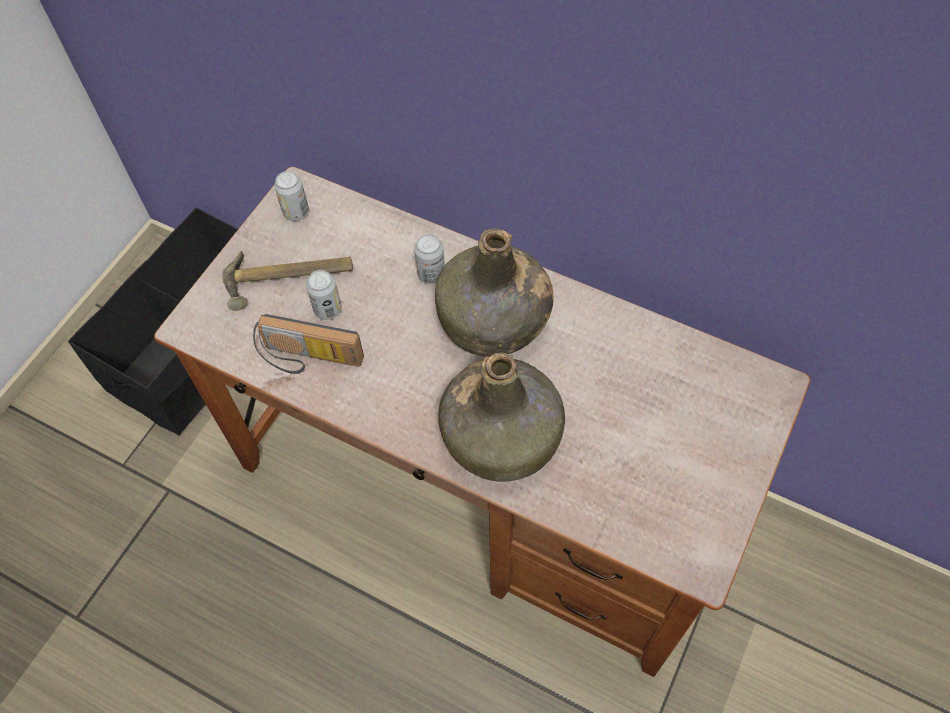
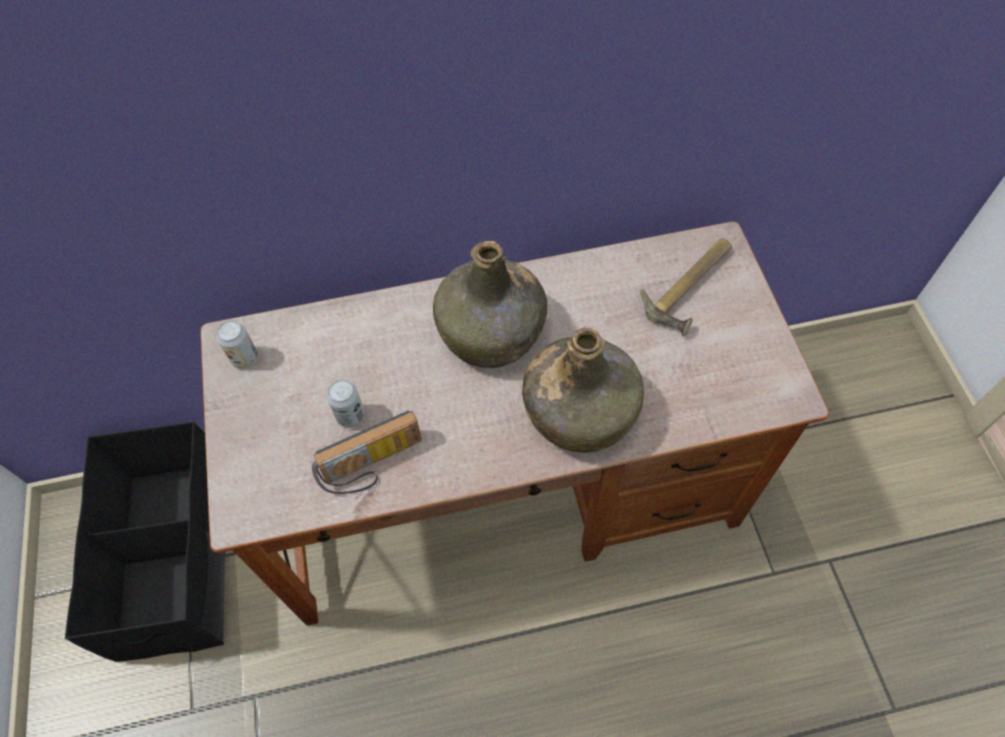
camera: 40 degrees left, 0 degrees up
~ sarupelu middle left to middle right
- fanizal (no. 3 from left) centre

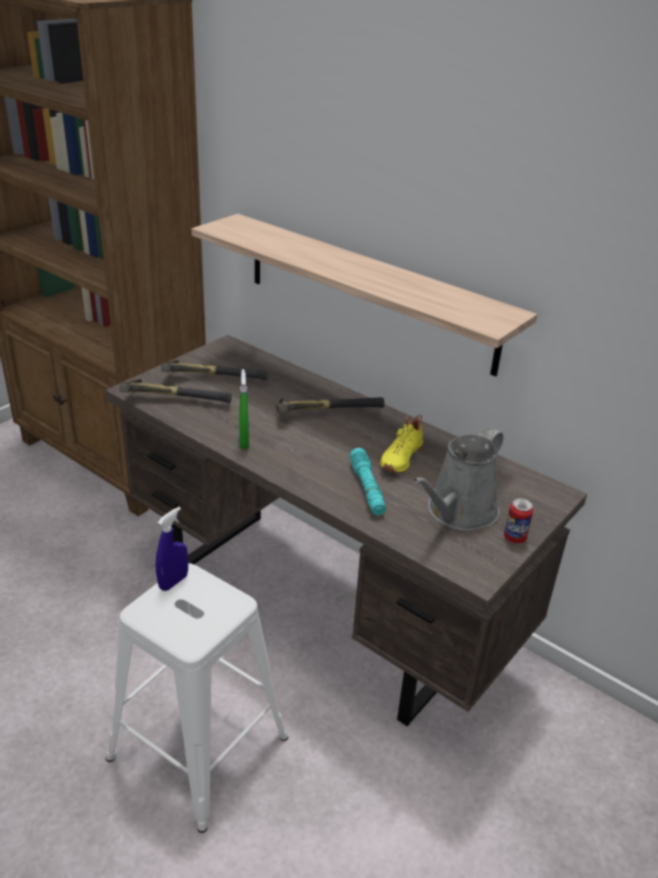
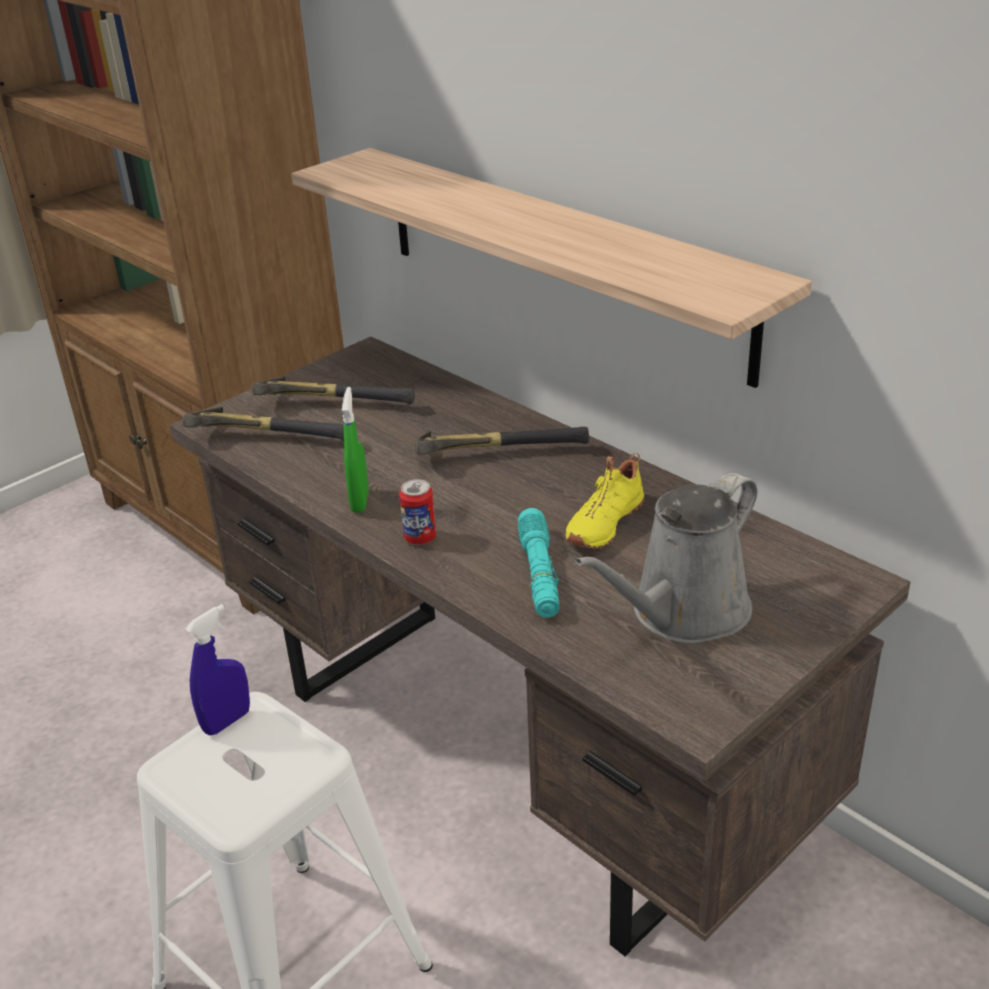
camera: 10 degrees right, 0 degrees up
~ fanizal middle right to centre

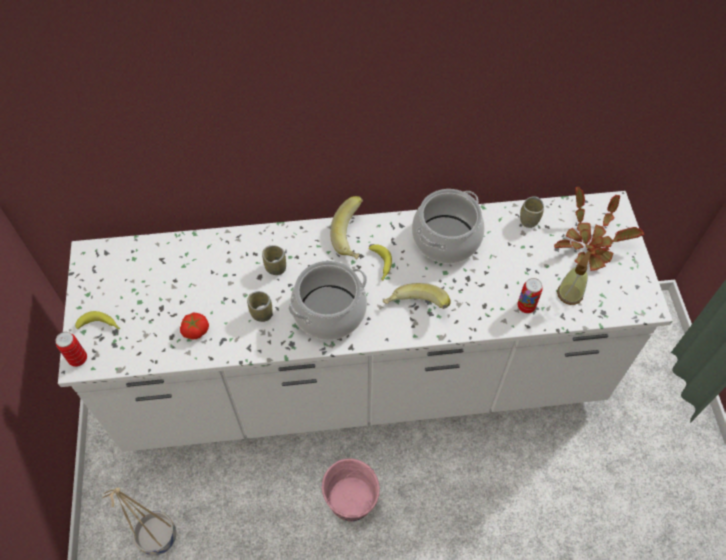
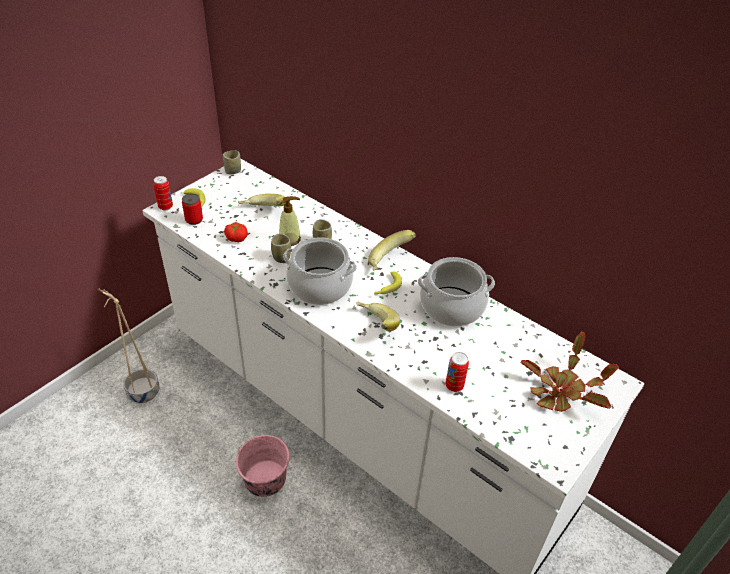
camera: 45 degrees right, 15 degrees down
~ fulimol (no. 3 from left in the first image) middle right to fulimol (no. 1 from left) top left
~ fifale middle right to centre
+ fanizal (no. 2 from left) middle left
+ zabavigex (no. 2 from left) centre

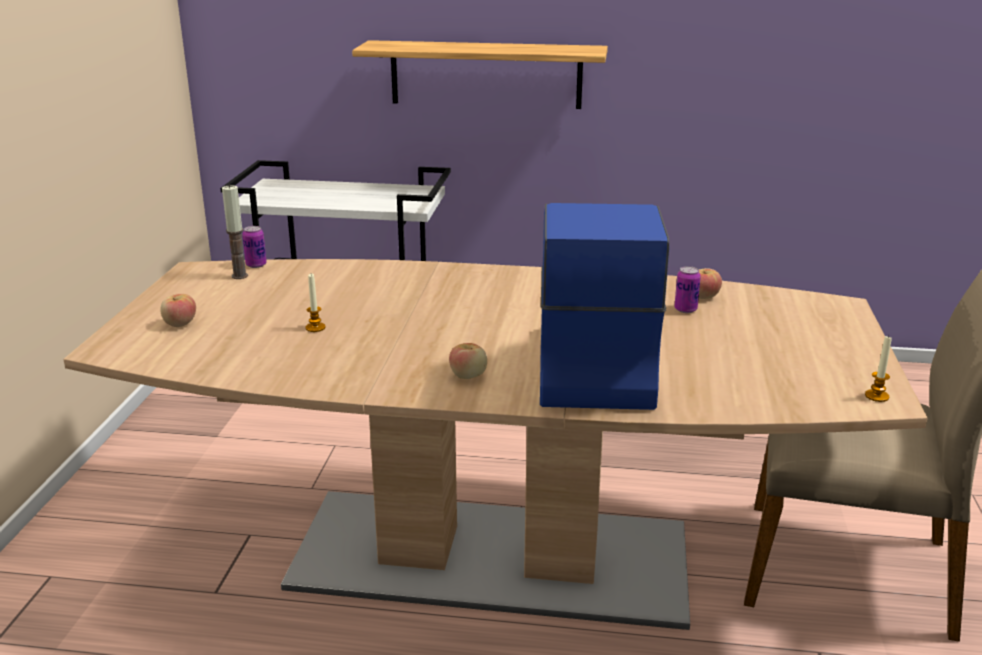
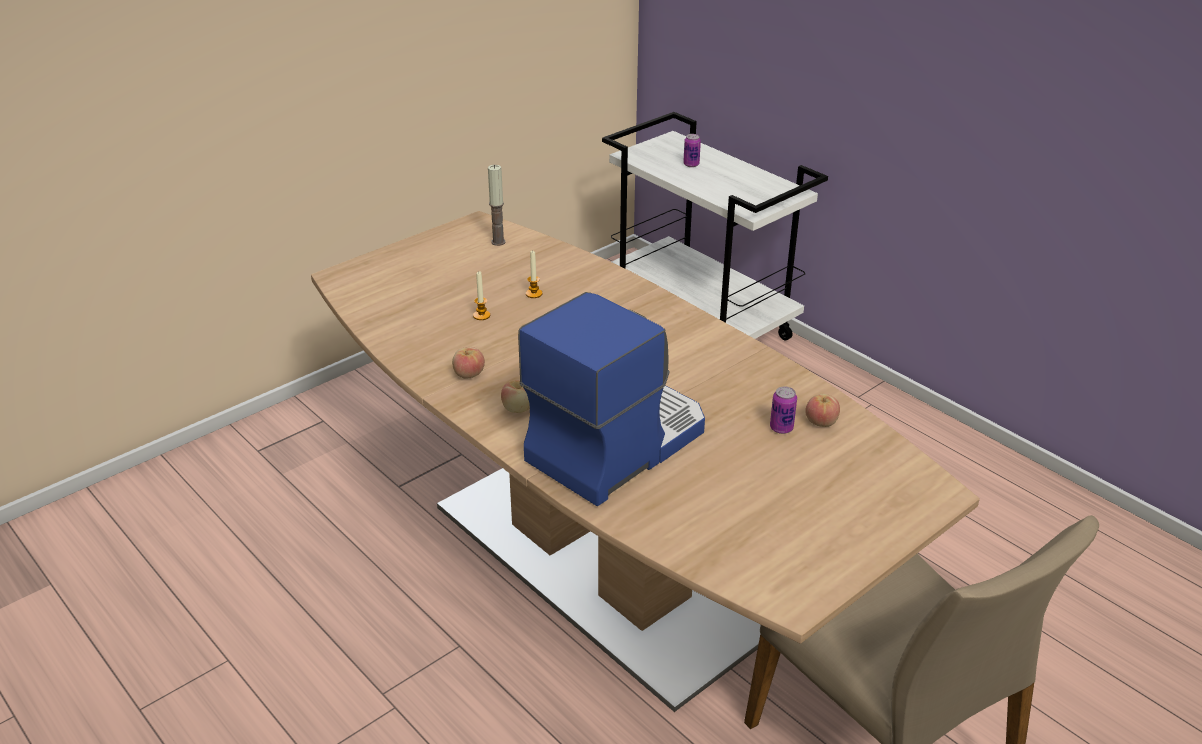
camera: 40 degrees right, 10 degrees up
~ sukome (no. 1 from left) middle left to centre
~ fanizal (no. 1 from left) middle left to top centre
- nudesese top centre
~ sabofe (no. 3 from left) middle right to centre

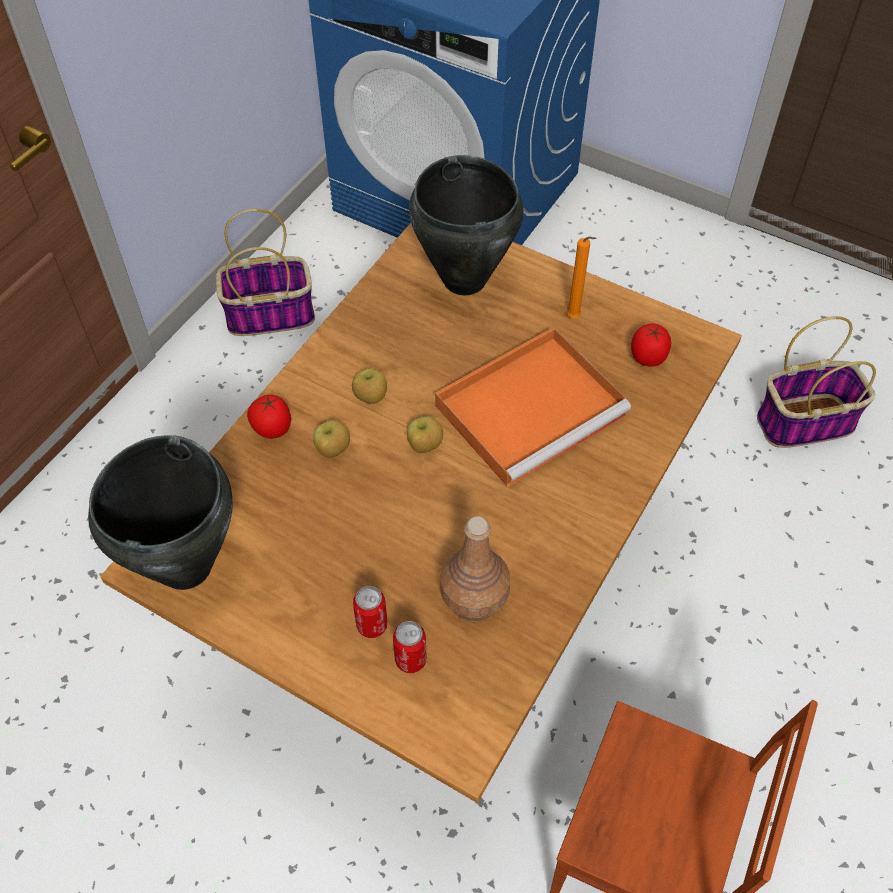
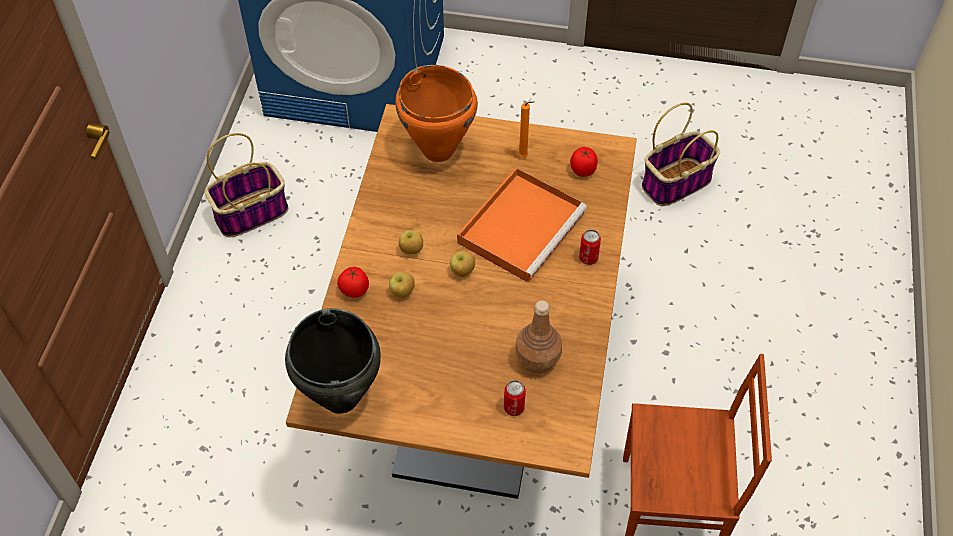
camera: 20 degrees left, 0 degrees up
~ fanizal (no. 1 from left in the first image) bottom centre to fanizal (no. 2 from left) centre
~ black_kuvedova (no. 2 from left) top centre to orange_kuvedova top centre

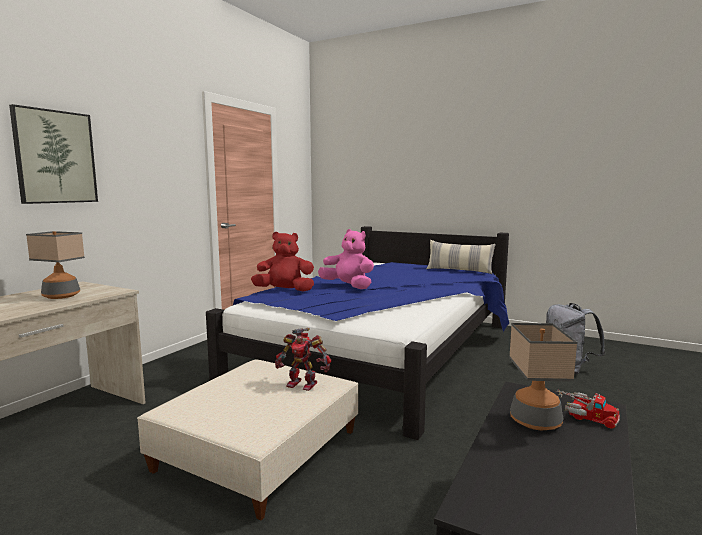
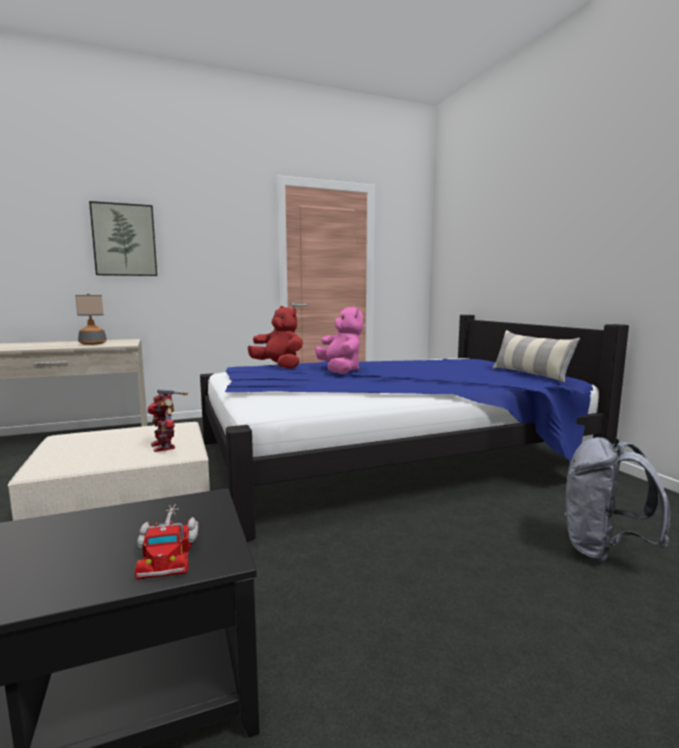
camera: 40 degrees right, 0 degrees up
- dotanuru (no. 2 from left) bottom right

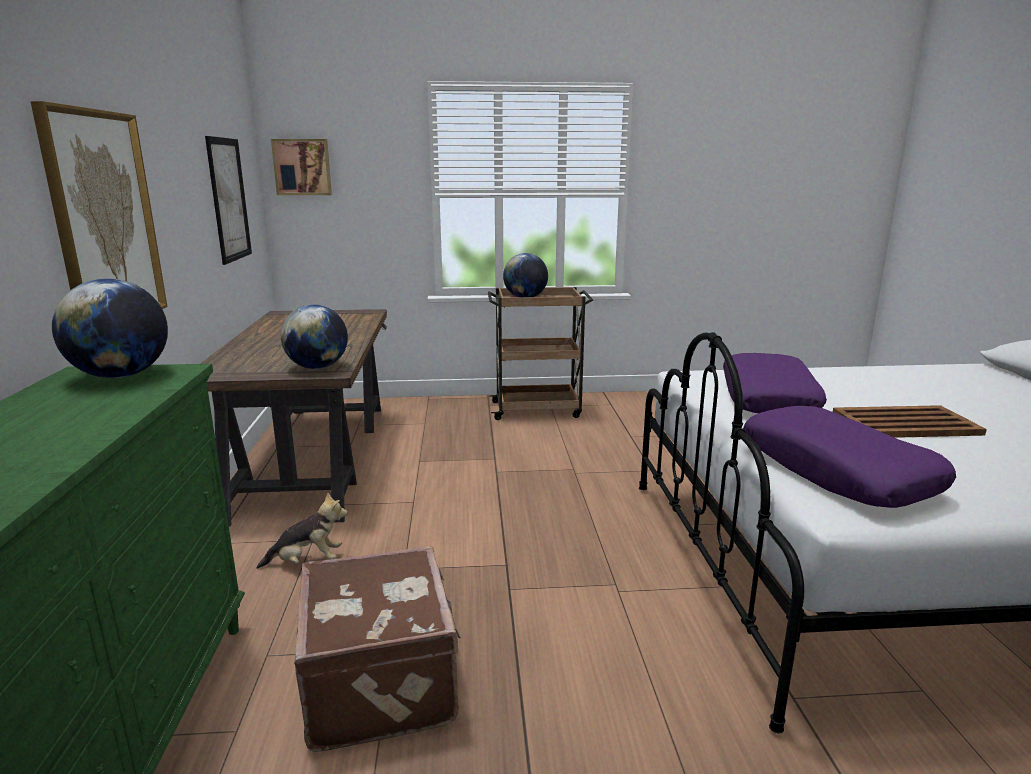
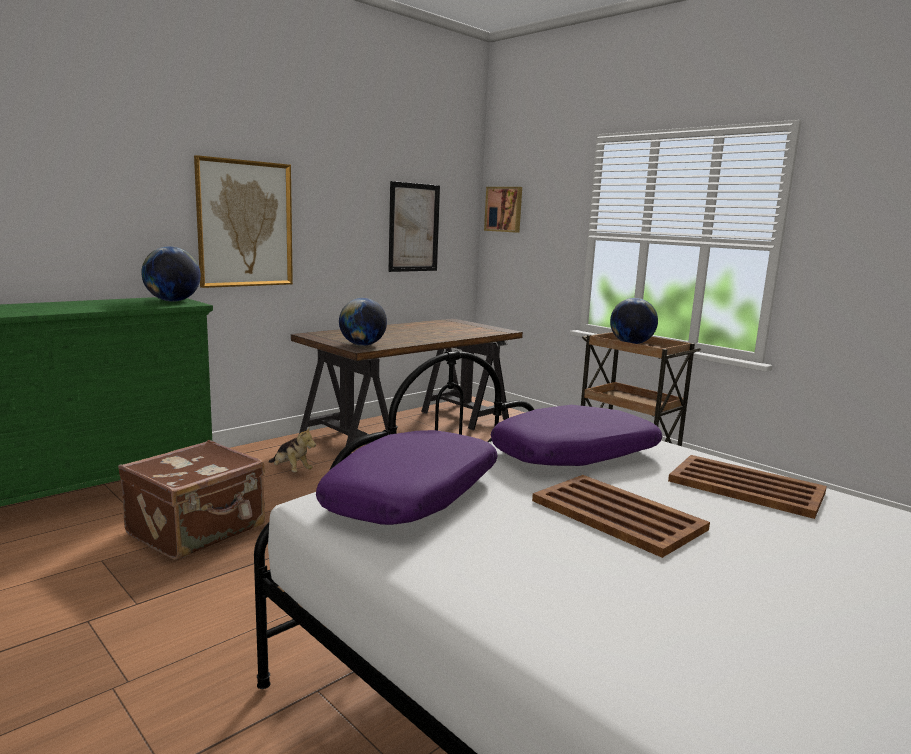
camera: 50 degrees right, 5 degrees down
+ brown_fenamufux (no. 2 from left) middle right

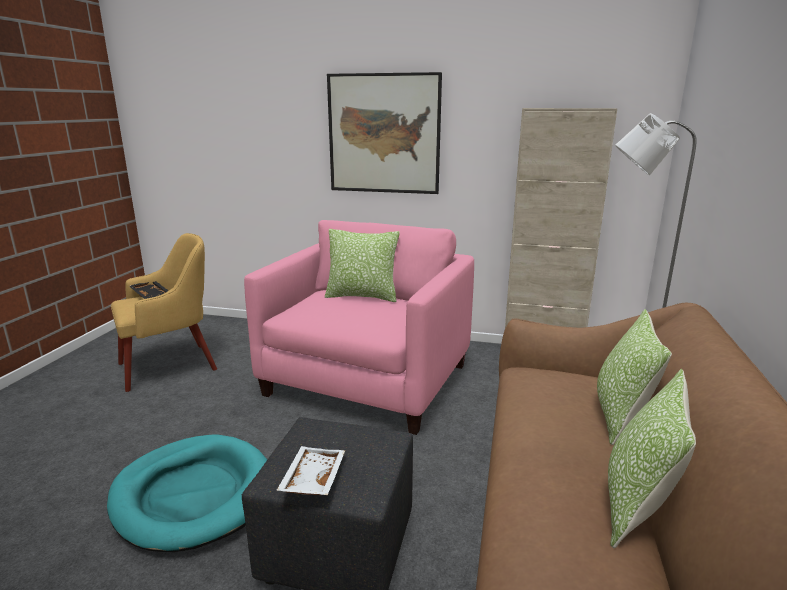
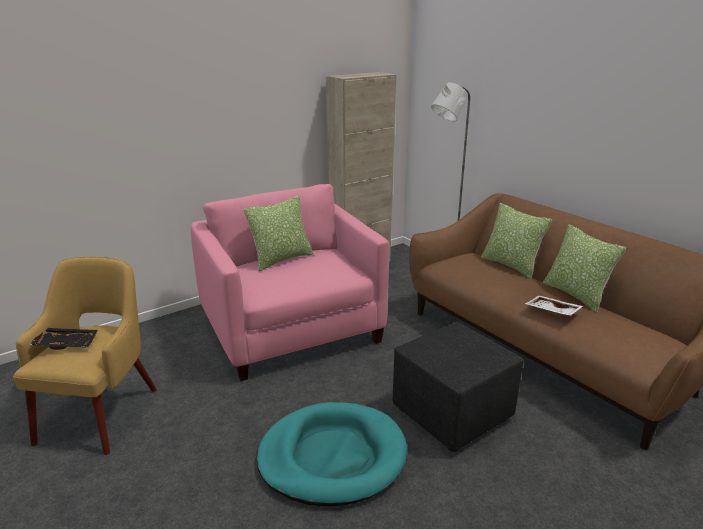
camera: 50 degrees left, 5 degrees up
~ white_fenamufux bottom centre to middle right
- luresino top centre

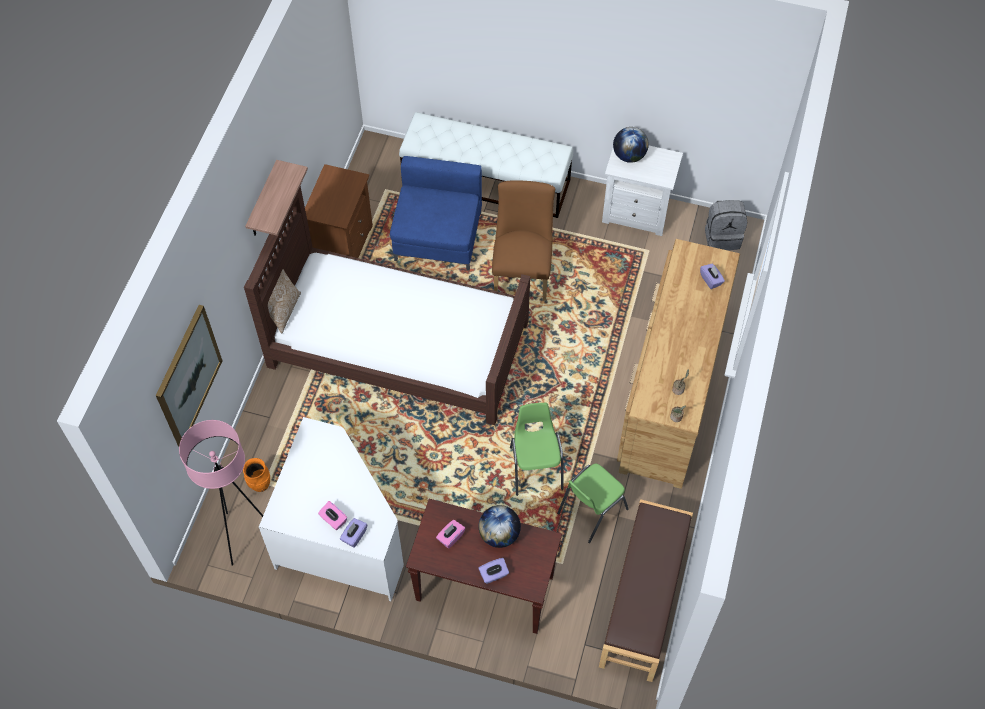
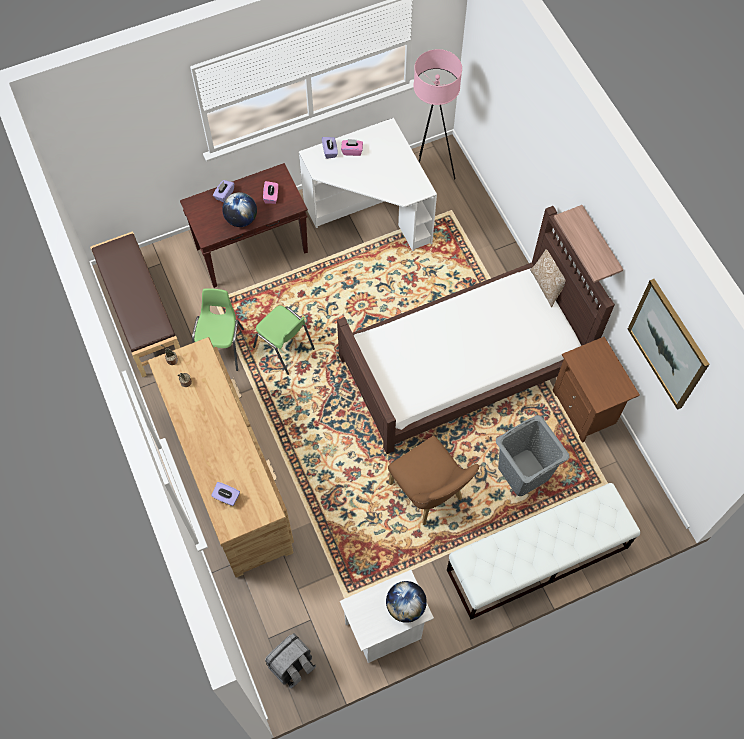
camera: 140 degrees right, 5 degrees up
~ luresino middle left to middle right
- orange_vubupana bottom left
~ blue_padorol top centre to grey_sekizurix middle right

